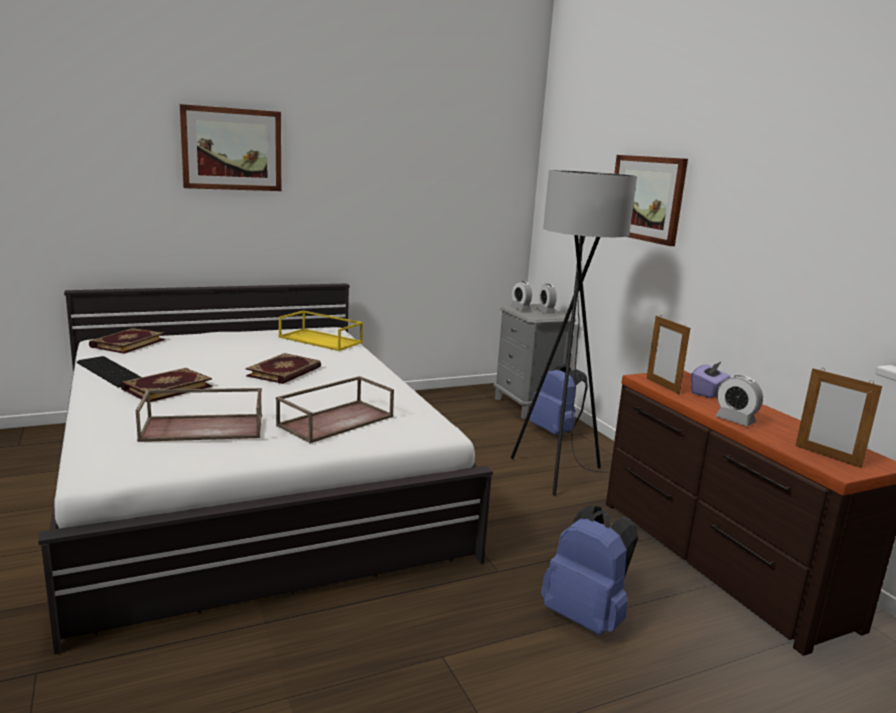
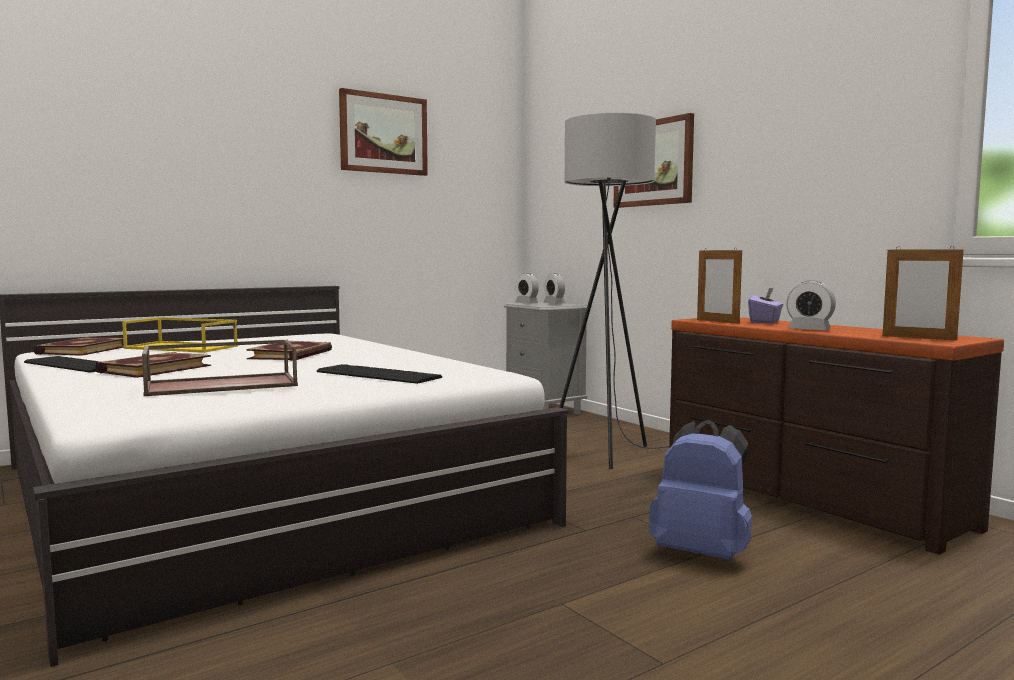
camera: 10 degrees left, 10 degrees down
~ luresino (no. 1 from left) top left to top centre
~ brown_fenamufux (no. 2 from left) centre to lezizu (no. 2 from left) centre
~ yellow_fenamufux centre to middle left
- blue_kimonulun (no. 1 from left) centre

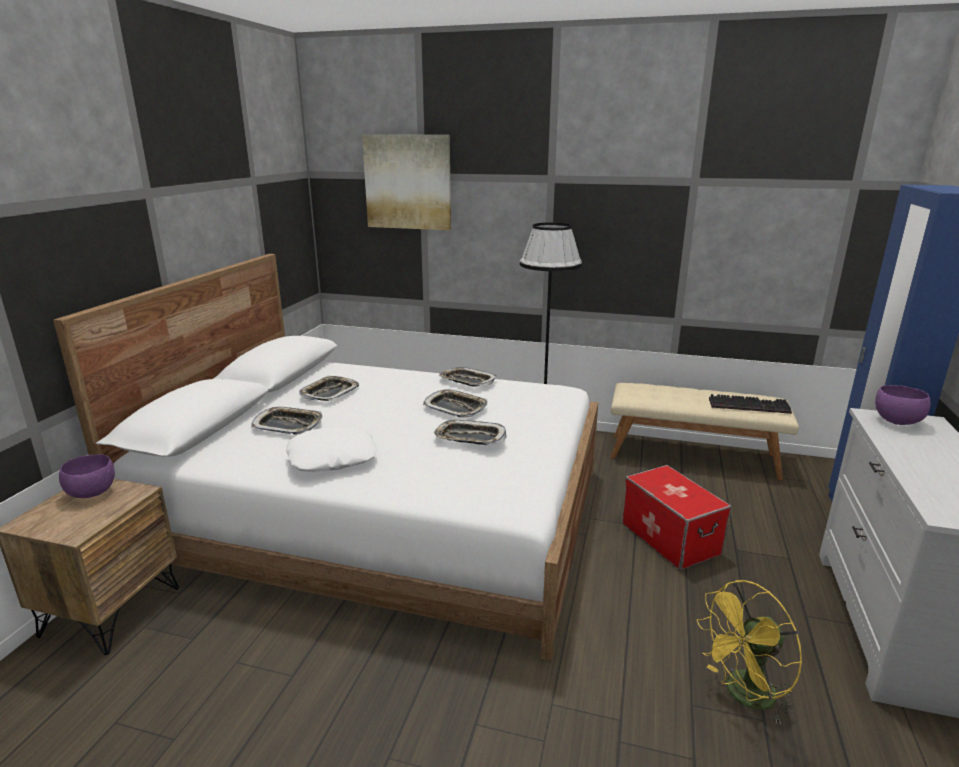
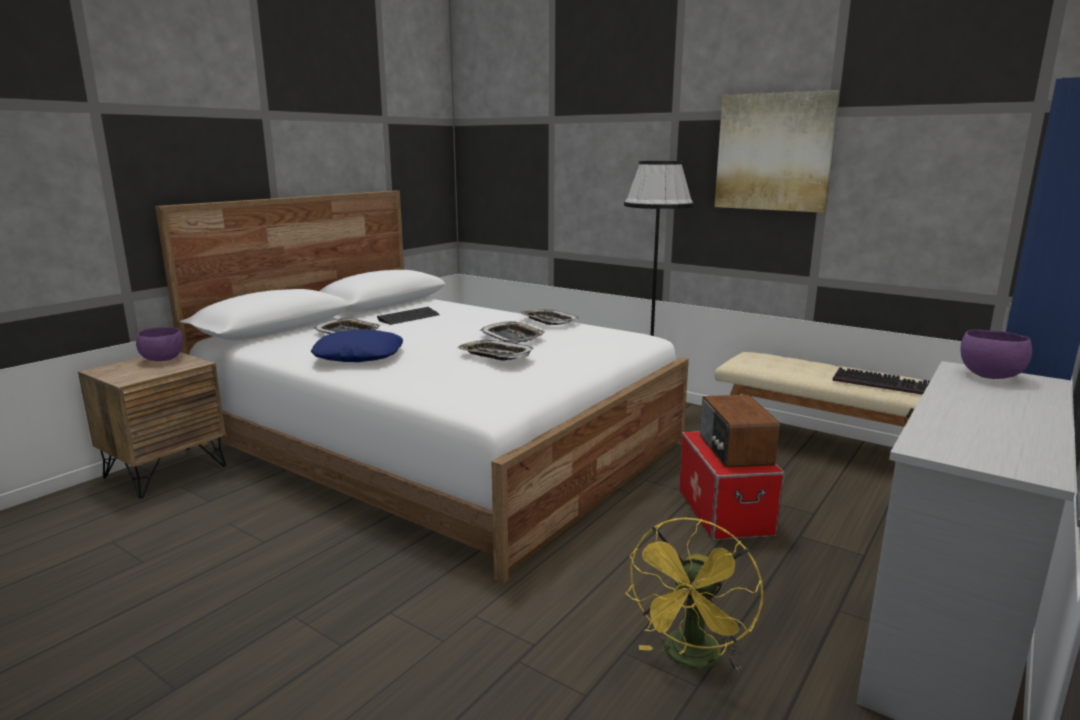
camera: 20 degrees right, 5 degrees down
~ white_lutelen centre to blue_lutelen middle left
~ fenamufux (no. 2 from left) centre to lezizu (no. 1 from left) centre
~ luresino top centre to top right
~ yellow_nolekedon bottom right = bottom centre 60 degrees counterclockwise
+ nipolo middle right

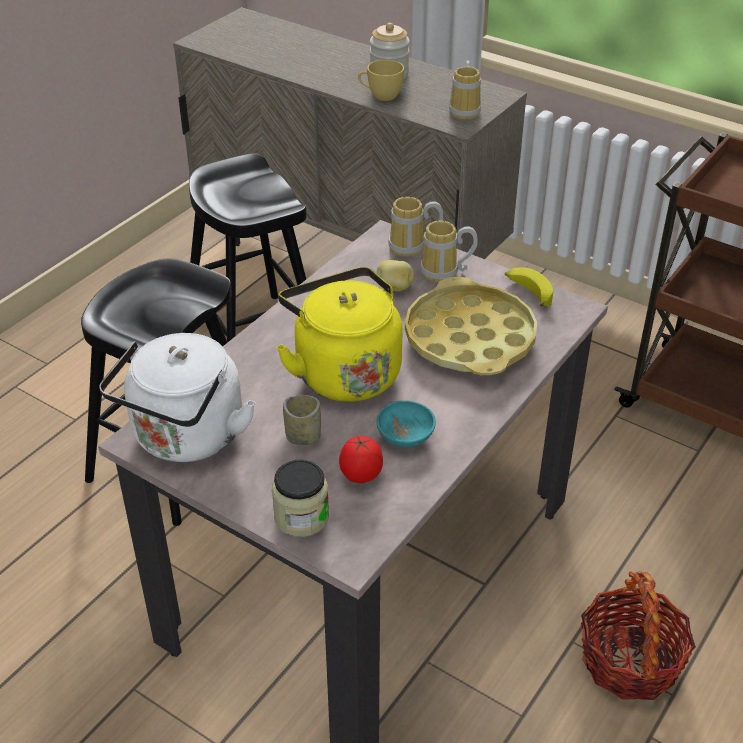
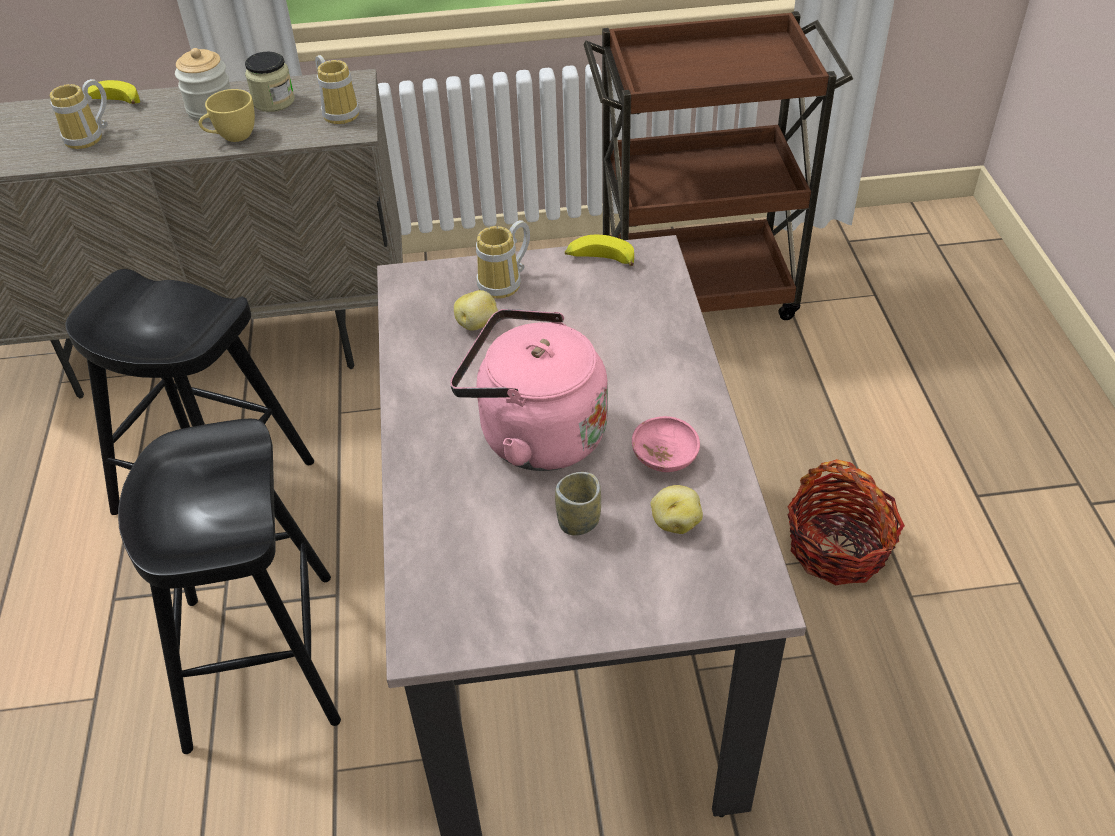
camera: 40 degrees left, 5 degrees up
- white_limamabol middle left
~ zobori (no. 1 from left in the first image) bottom centre to zobori (no. 2 from left) top left
~ yellow_limamabol centre to pink_limamabol centre
~ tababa centre to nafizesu (no. 2 from left) centre
~ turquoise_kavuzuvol centre to pink_kavuzuvol centre
~ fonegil (no. 1 from left) top centre to top left
- yellow_fenamufux centre
+ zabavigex (no. 1 from left) top left

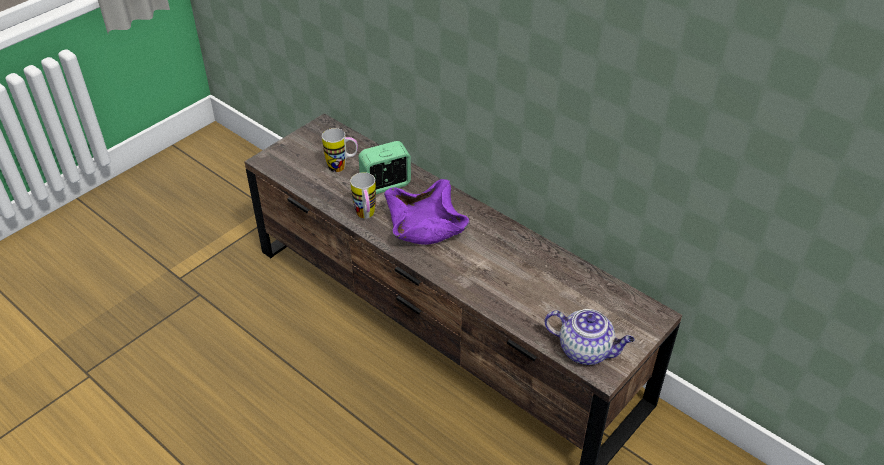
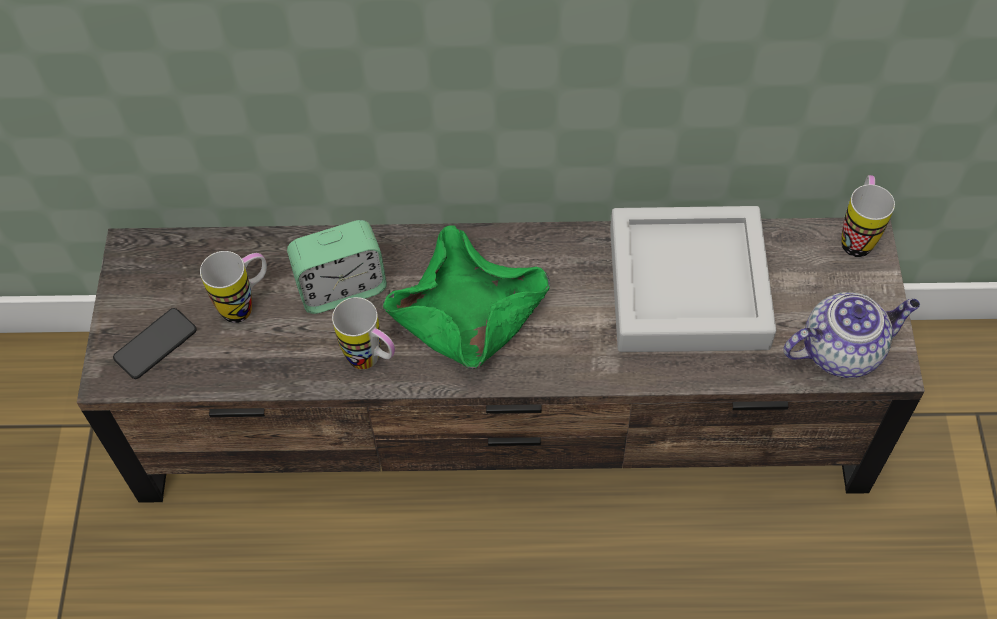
camera: 40 degrees left, 15 degrees up
~ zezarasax centre = centre 135 degrees counterclockwise
~ purple_kavuzuvol centre to green_kavuzuvol centre
+ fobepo middle left
+ grey_fenamufux middle right
+ fonegil (no. 3 from left) middle right

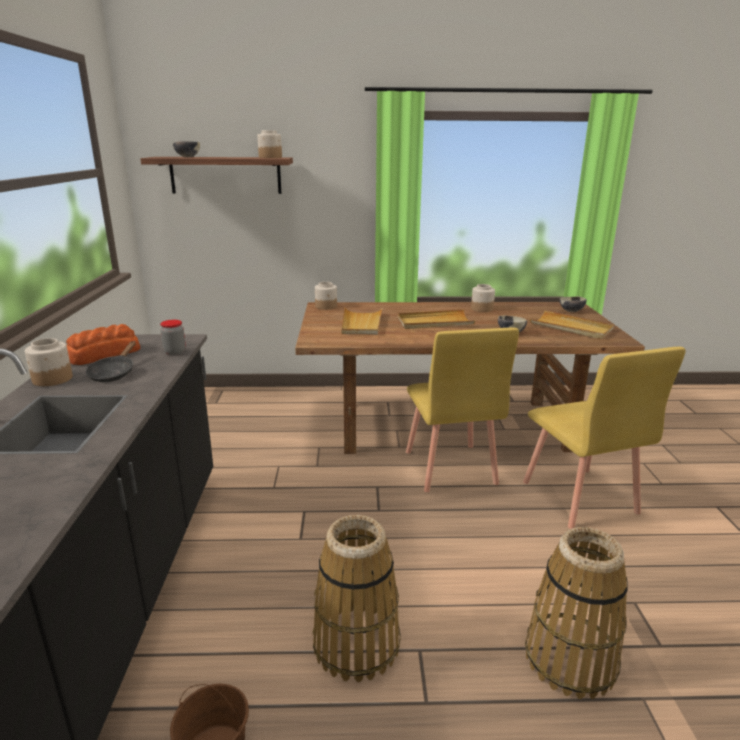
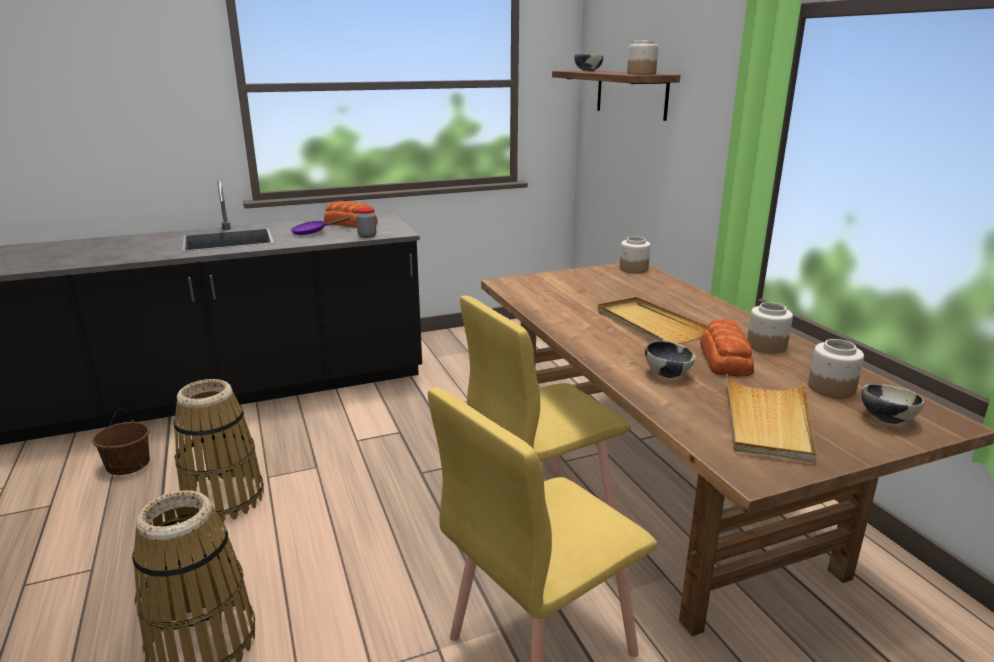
camera: 70 degrees right, 0 degrees up
~ zobori (no. 1 from left in the first image) middle left to zobori (no. 5 from left) middle right
~ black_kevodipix middle left to purple_kevodipix middle left
- beige_fenamufux (no. 1 from left) centre
+ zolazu (no. 2 from left) middle right

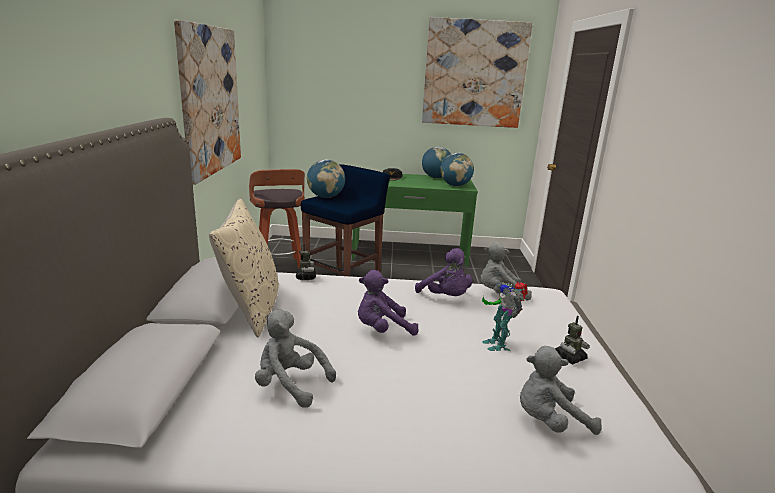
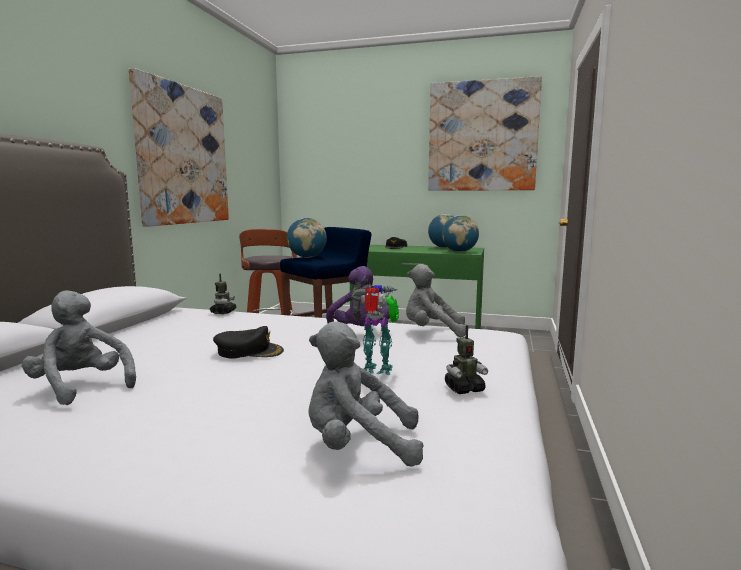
camera: 15 degrees right, 10 degrees down
- beige_lutelen middle left
~ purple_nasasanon (no. 1 from left) centre to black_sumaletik (no. 1 from left) centre
~ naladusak (no. 2 from left) centre = centre 105 degrees clockwise

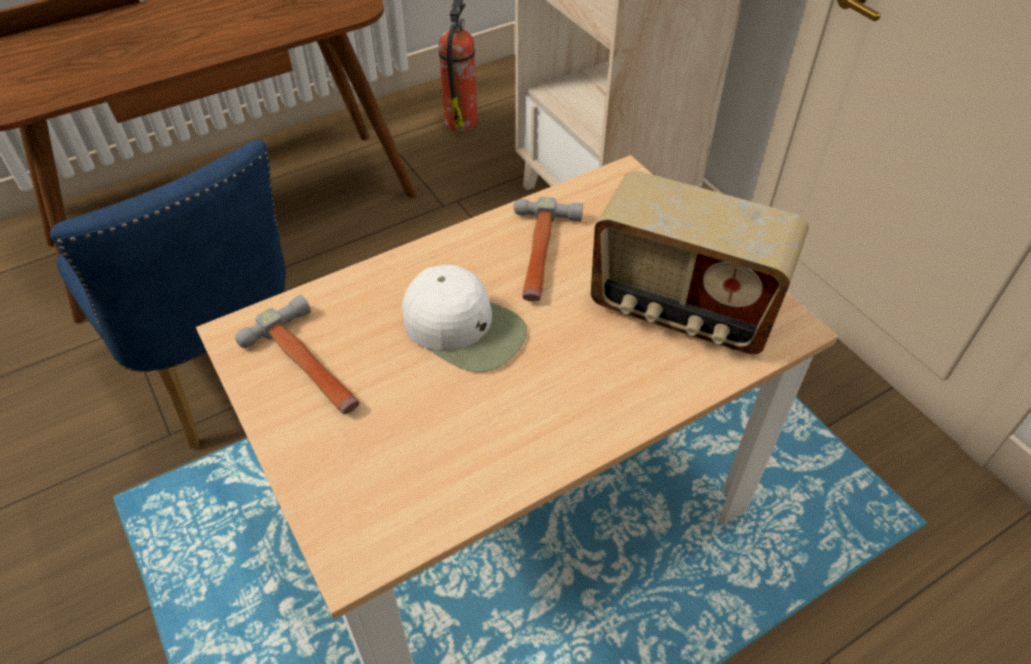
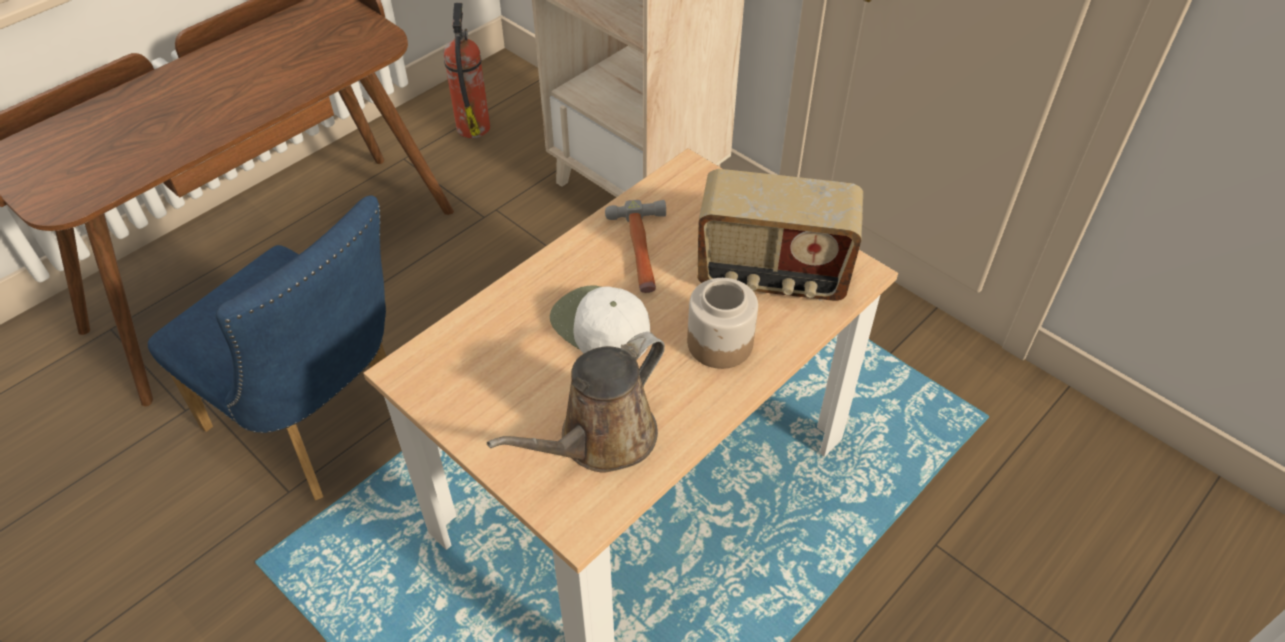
camera: 15 degrees left, 0 degrees up
- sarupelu (no. 1 from left) middle left
~ white_sumaletik centre = centre 150 degrees counterclockwise
+ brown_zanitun centre
+ zobori centre

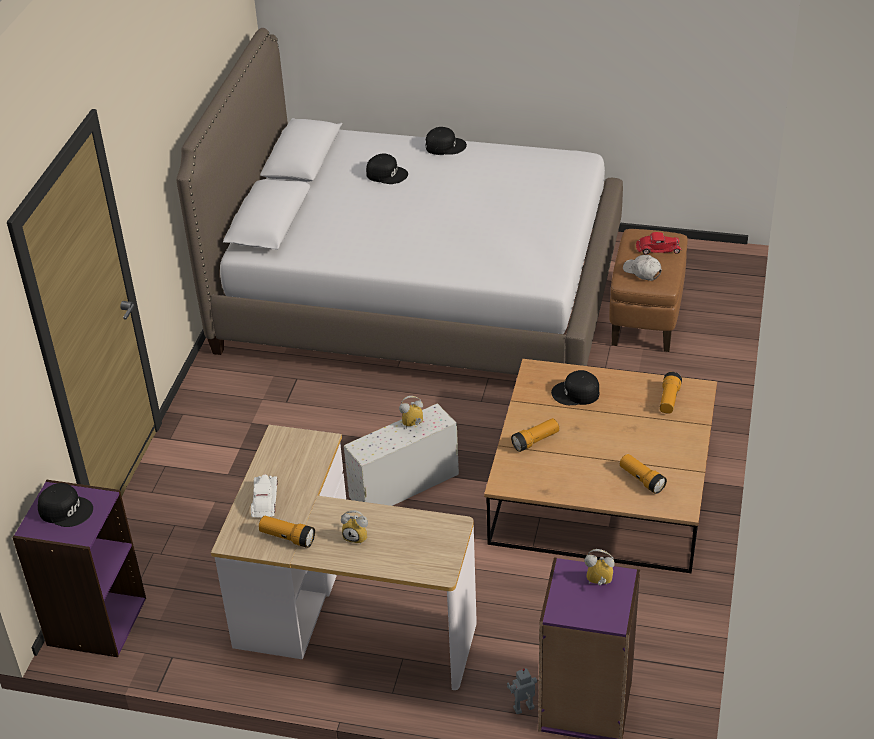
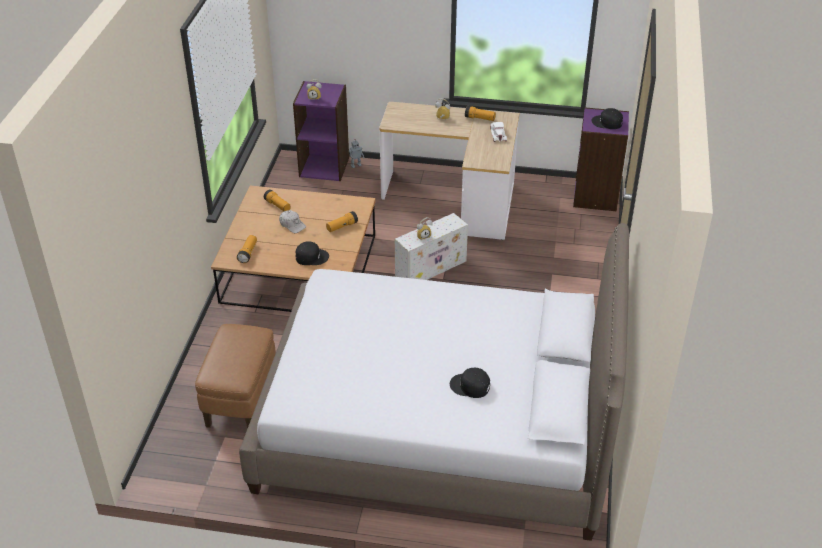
camera: 175 degrees right, 0 degrees up
- black_sumaletik (no. 3 from left) top centre
~ white_sumaletik middle right to centre
- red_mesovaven top right

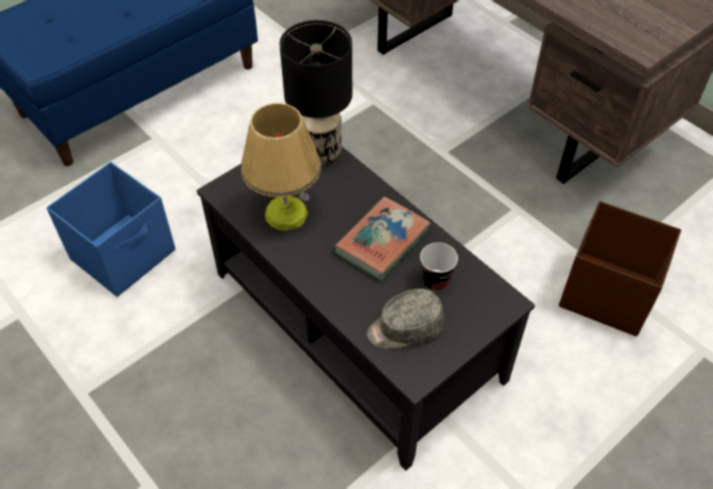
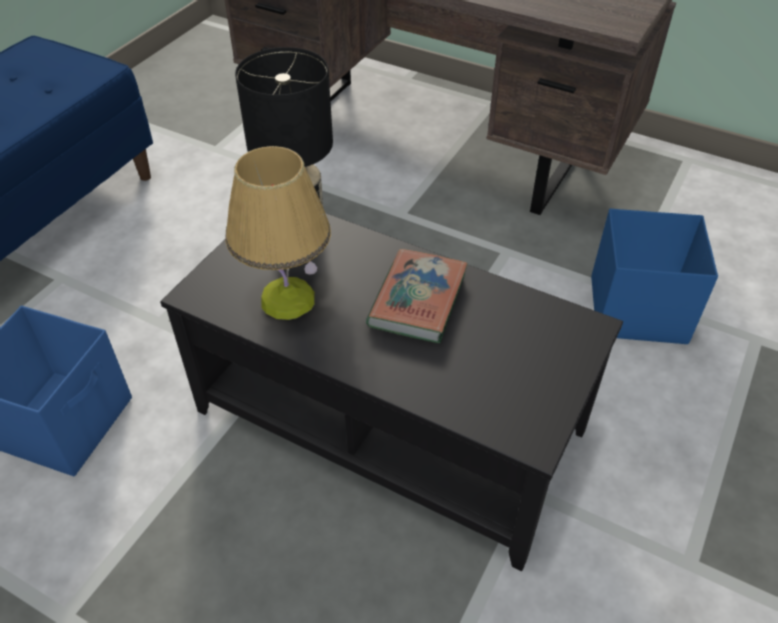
camera: 20 degrees left, 5 degrees down
- grey_sumaletik centre
- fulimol centre
~ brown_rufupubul middle right to blue_rufupubul (no. 2 from left) middle right

